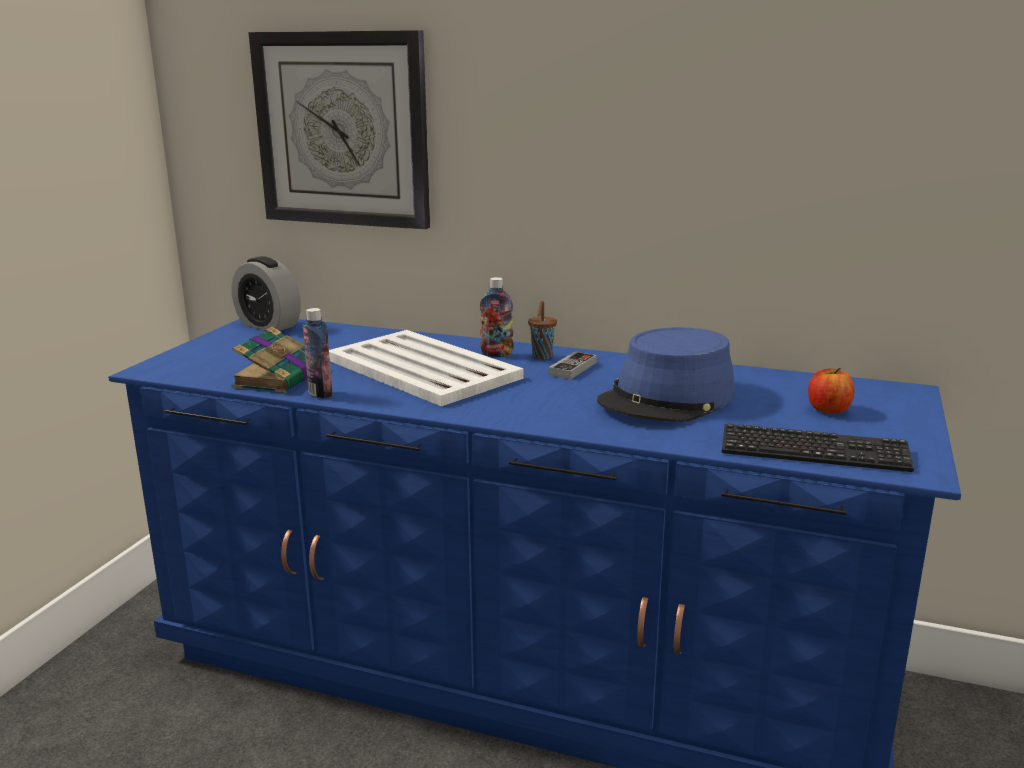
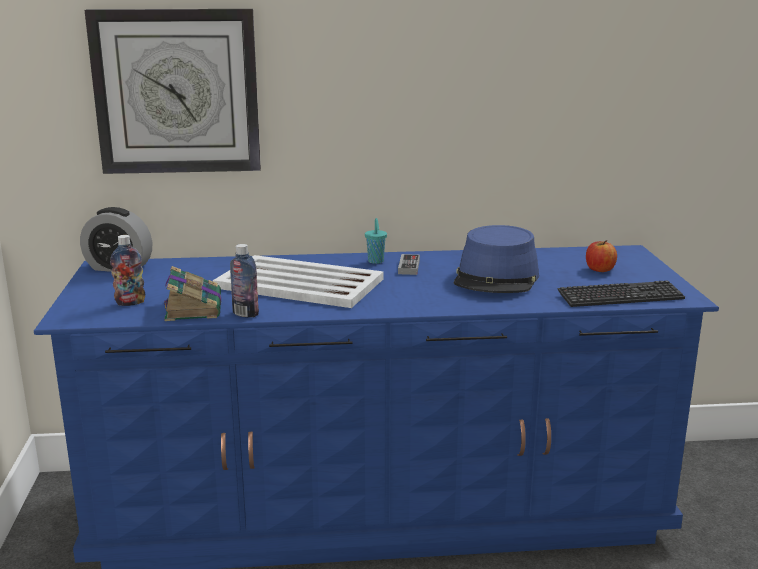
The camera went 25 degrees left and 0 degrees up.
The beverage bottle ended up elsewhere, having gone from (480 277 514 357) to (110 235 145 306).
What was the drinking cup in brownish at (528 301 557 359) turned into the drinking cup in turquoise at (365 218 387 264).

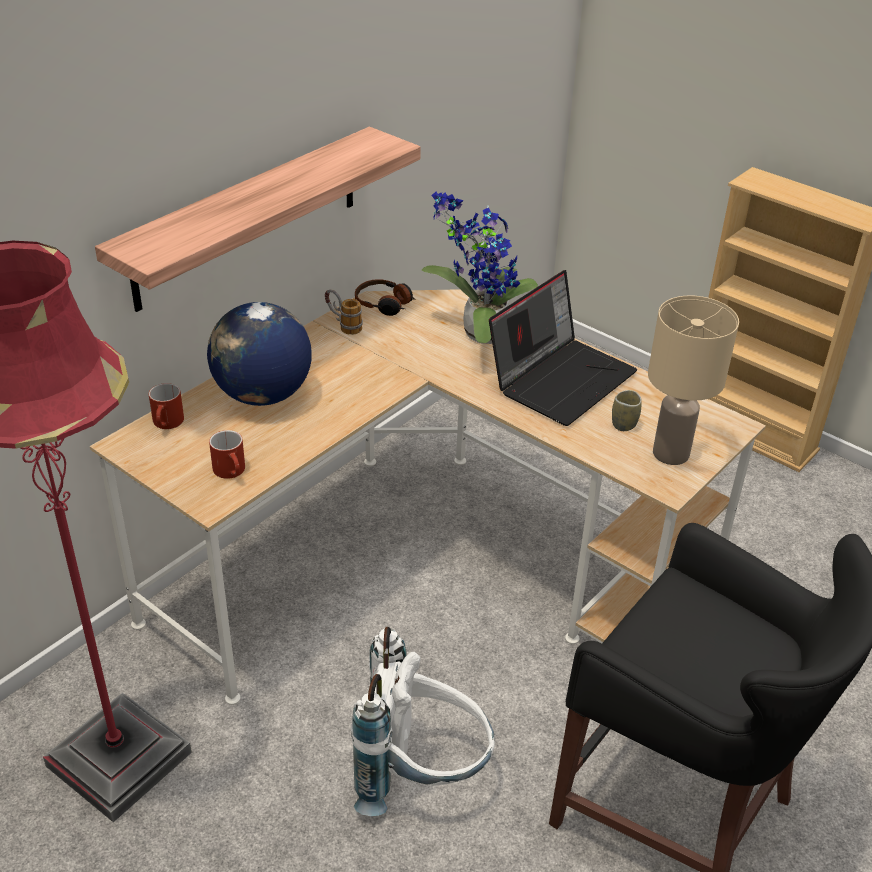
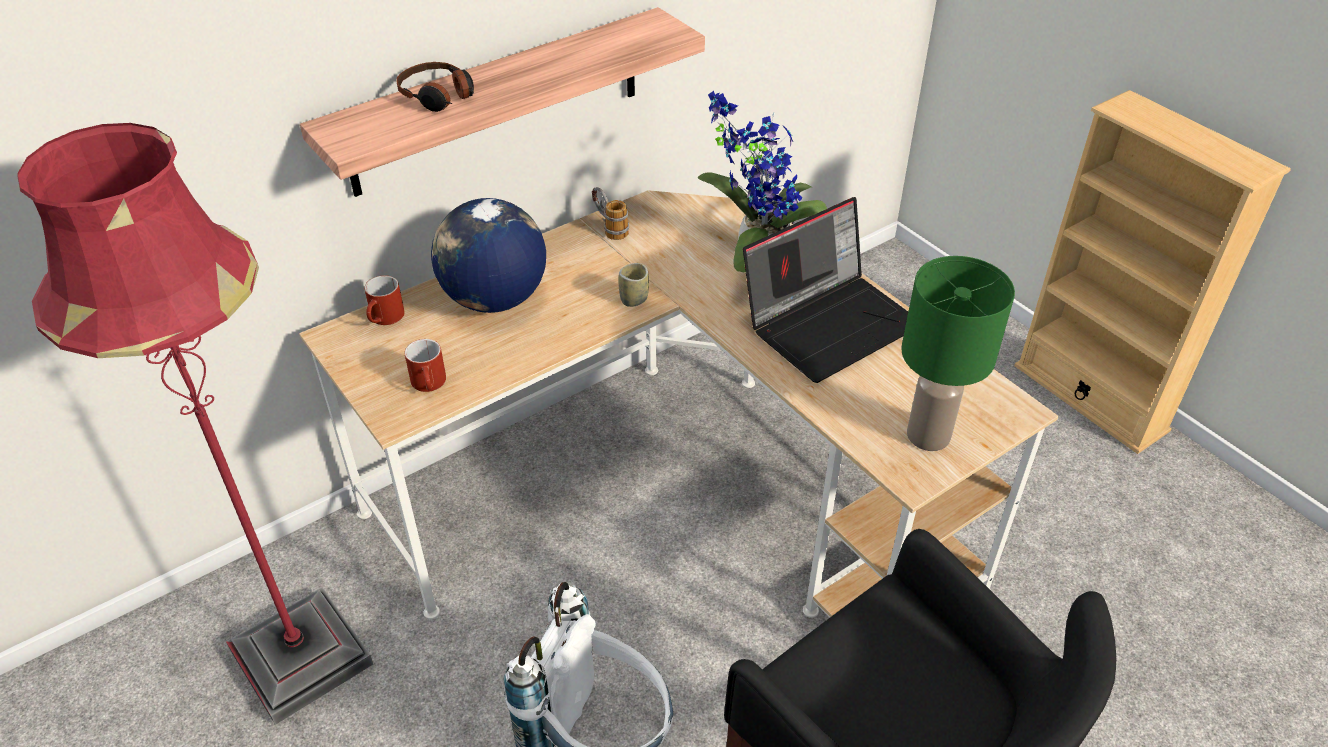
The camera went 15 degrees right and 5 degrees up.
The headphones ended up elsewhere, having gone from (355 279 416 316) to (396 62 474 112).
What was the tabletop lamp in sand-coloured at (648 295 739 465) turned into the tabletop lamp in greenish at (901 256 1015 451).
The drinking cup ended up elsewhere, having gone from (612 390 642 431) to (618 263 649 307).

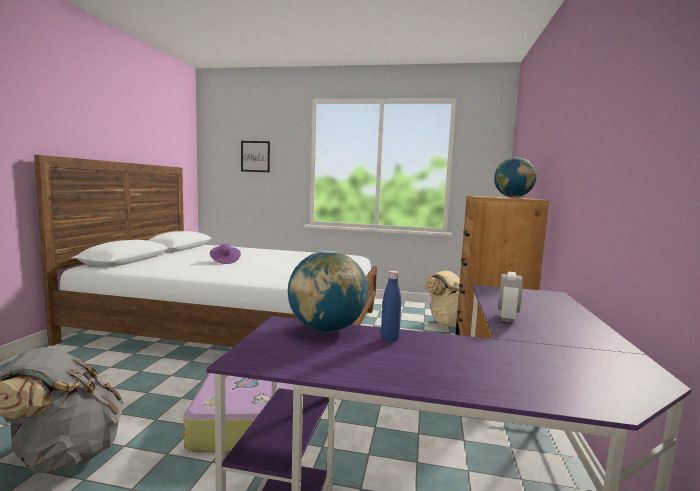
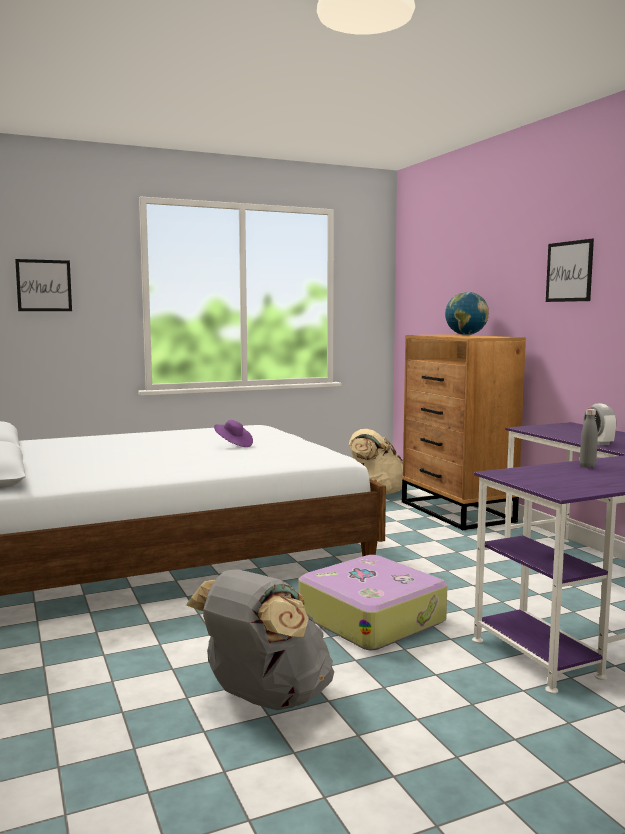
The camera went 35 degrees left and 0 degrees up.
The wearable hat in purple-coloured ended up elsewhere, having gone from (210 244 241 264) to (214 420 253 447).
The second view lost the globe at (288 251 368 333).
What was the beverage bottle in bluish at (381 271 401 342) turned into the beverage bottle in grey at (580 409 598 468).
The second view gained the picture at (546 239 594 302).

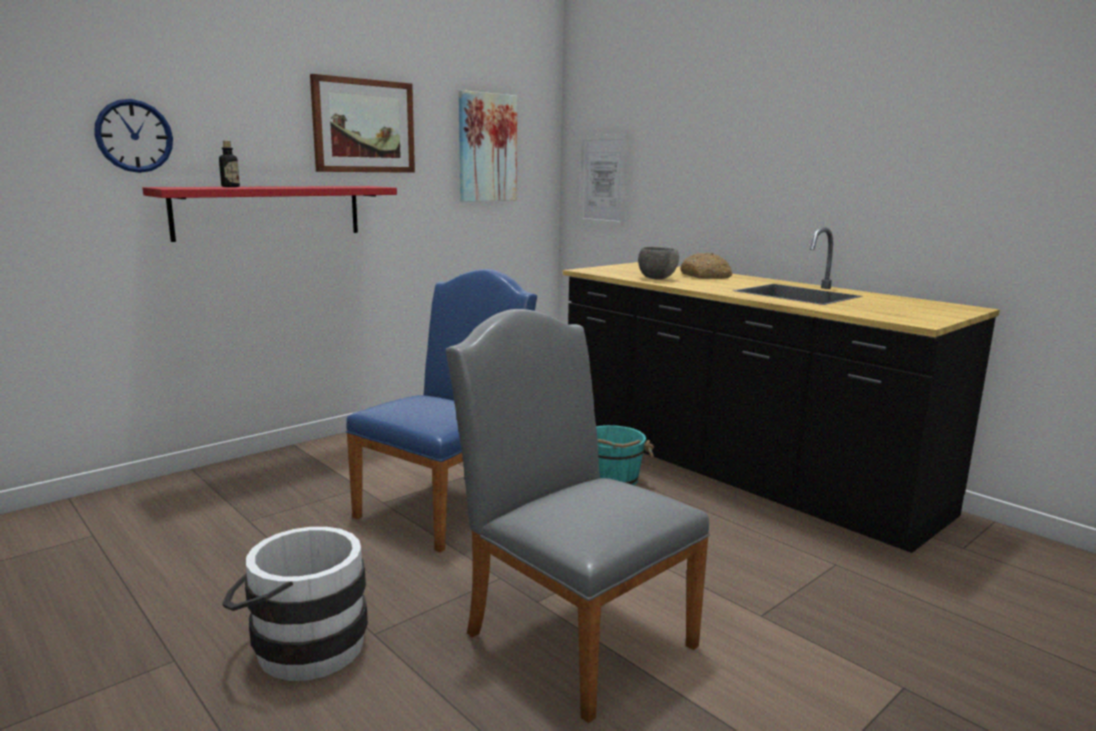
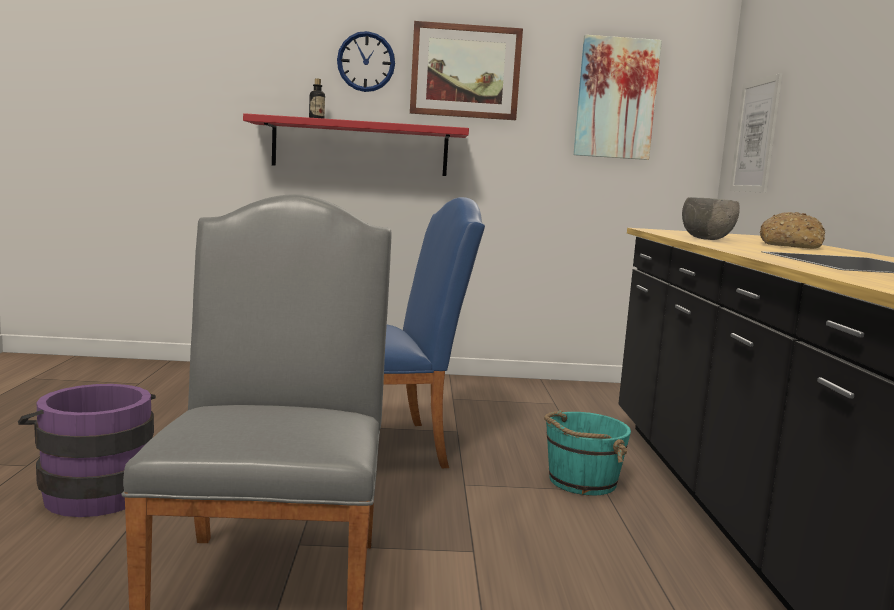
The camera went 40 degrees right and 5 degrees down.
The wall clock ended up elsewhere, having gone from (94 99 173 173) to (337 31 395 92).
What was the water bucket in white-coloured at (222 527 368 681) turned into the water bucket in purple-coloured at (18 384 156 517).

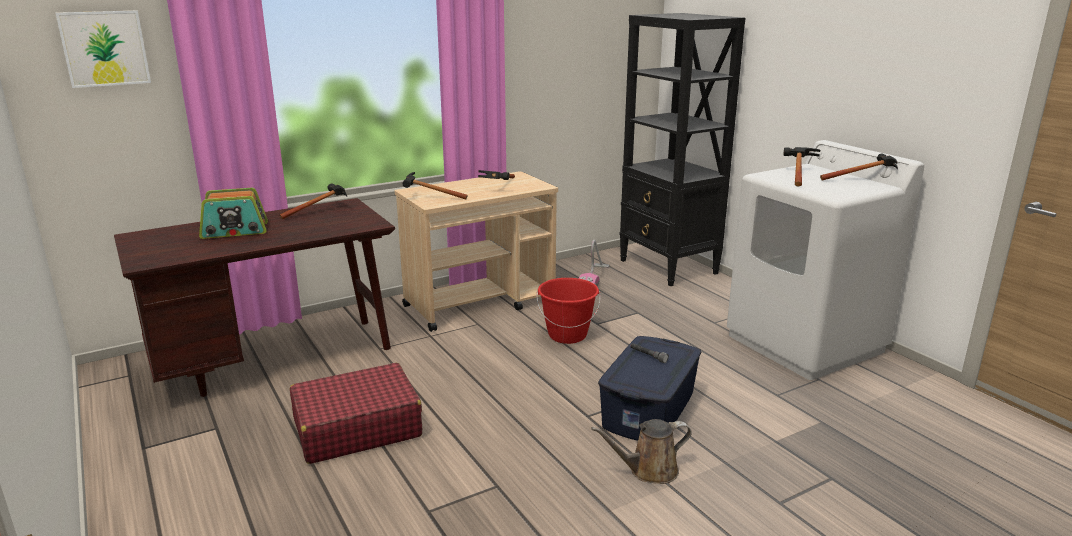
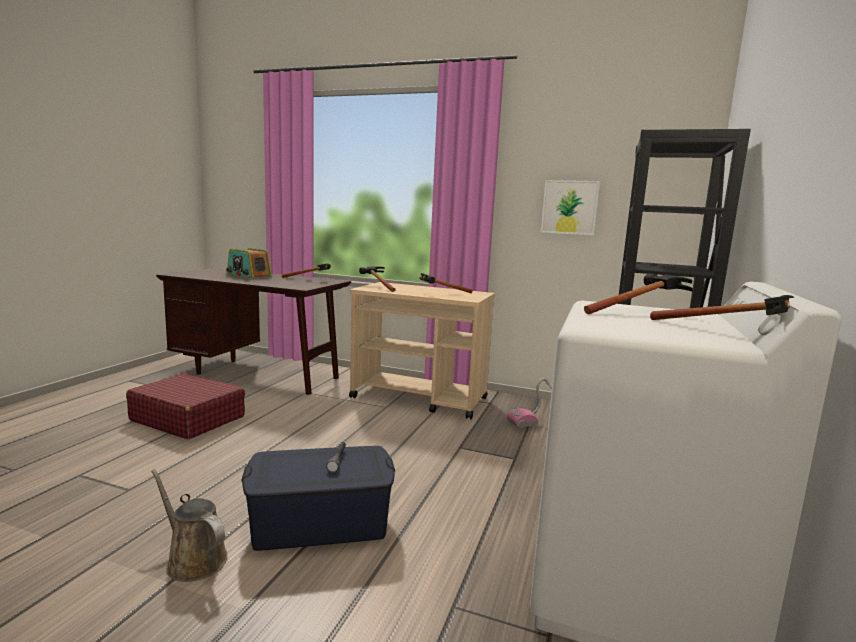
The camera went 50 degrees right and 10 degrees down.
The picture ended up elsewhere, having gone from (56 11 151 88) to (541 180 600 235).
The second view lost the water bucket in red-coloured at (536 278 600 344).

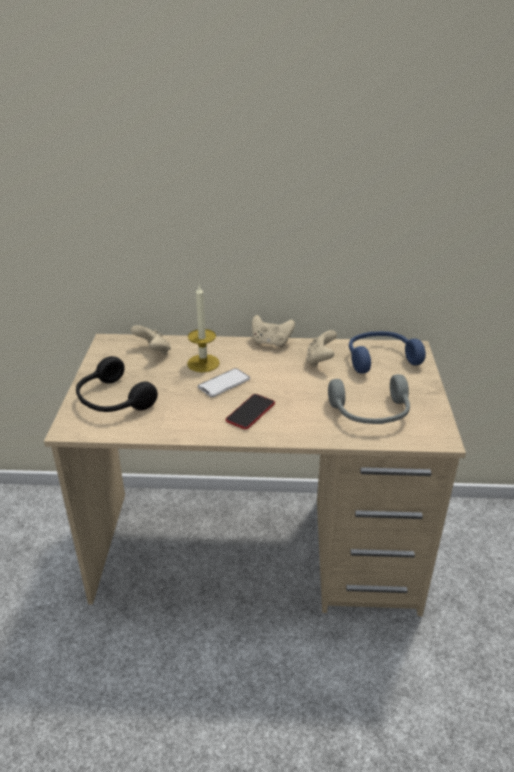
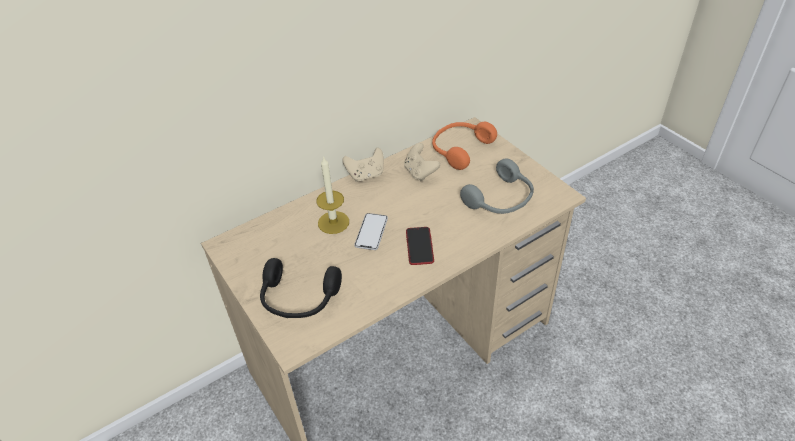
The camera went 35 degrees left and 10 degrees up.
The second view lost the gamepad in sand-coloured at (131 325 171 355).
What was the headphones in bluish at (349 331 426 374) turned into the headphones in orange-coloured at (432 122 497 170).

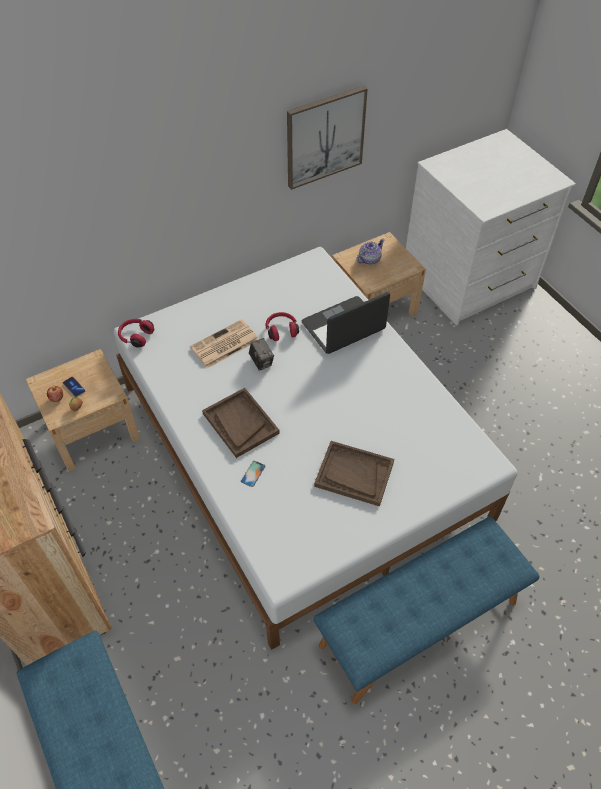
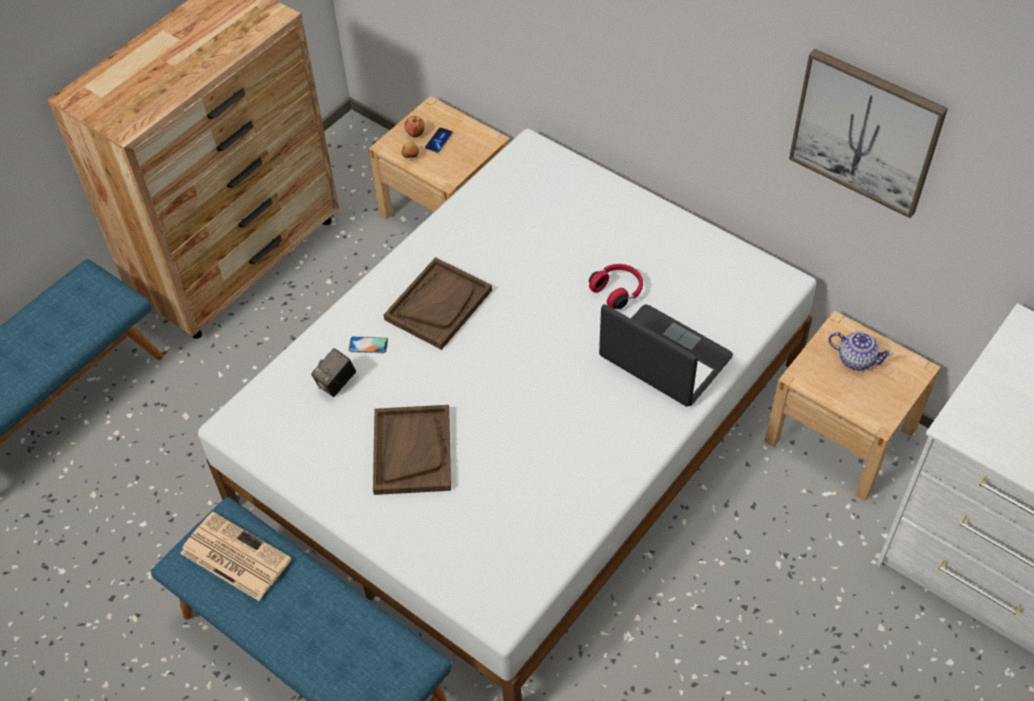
The camera went 70 degrees right and 0 degrees up.
The second view lost the headphones in red-coloured at (118 319 154 348).
The newspaper ended up elsewhere, having gone from (190 319 259 368) to (180 512 292 601).
The photo camera ended up elsewhere, having gone from (249 338 274 371) to (311 348 356 397).

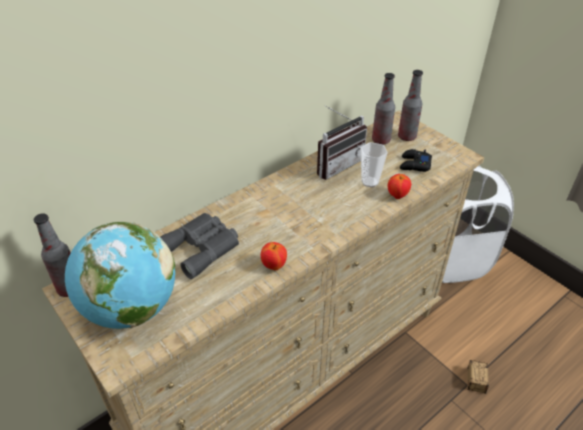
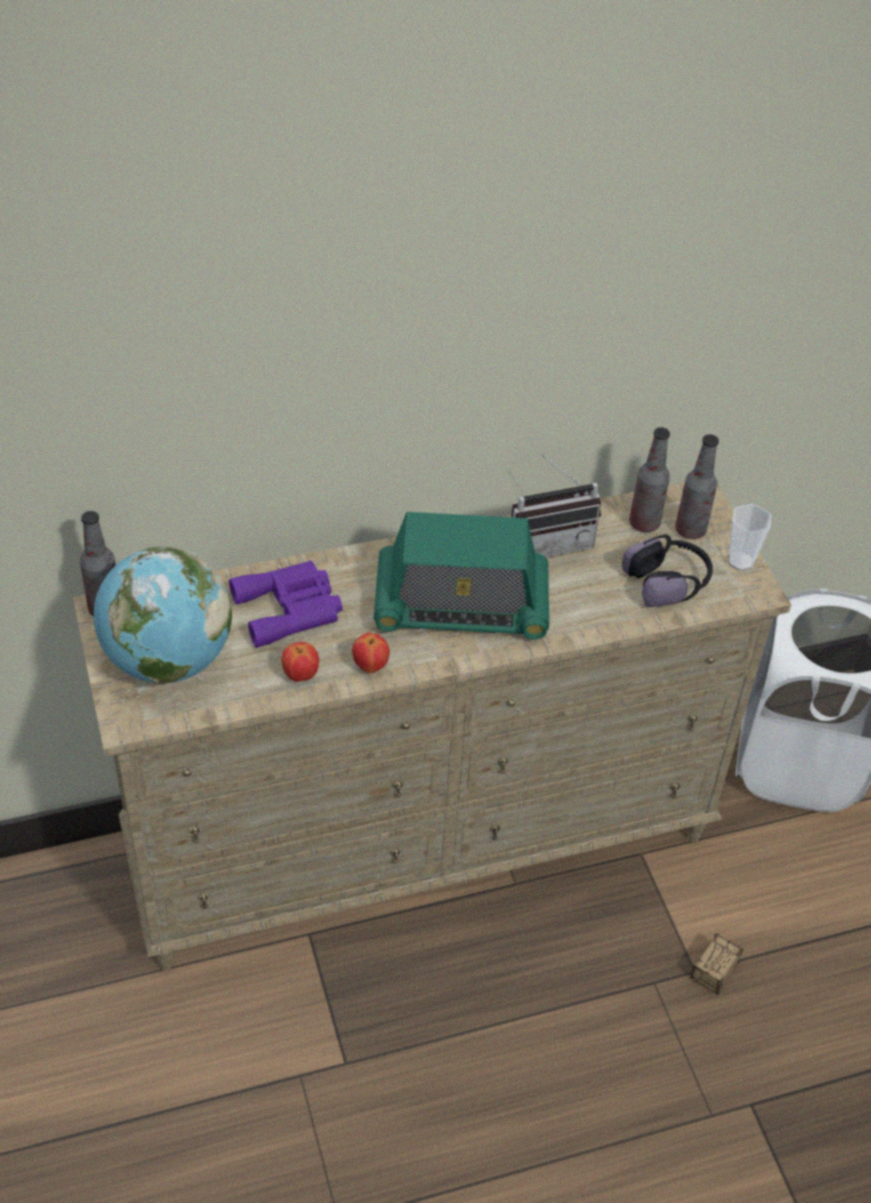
The camera went 20 degrees right and 5 degrees up.
The drinking cup ended up elsewhere, having gone from (360 142 388 188) to (728 504 772 571).
Where the gamepad in black-coloured stood at (400 149 432 172), the headphones came to stand at (622 534 713 607).
The apple fruit ended up elsewhere, having gone from (388 174 411 199) to (282 642 319 682).
What was the binoculars in grey at (161 213 239 279) turned into the binoculars in purple-coloured at (229 561 343 648).
The second view gained the radio receiver at (374 512 549 639).

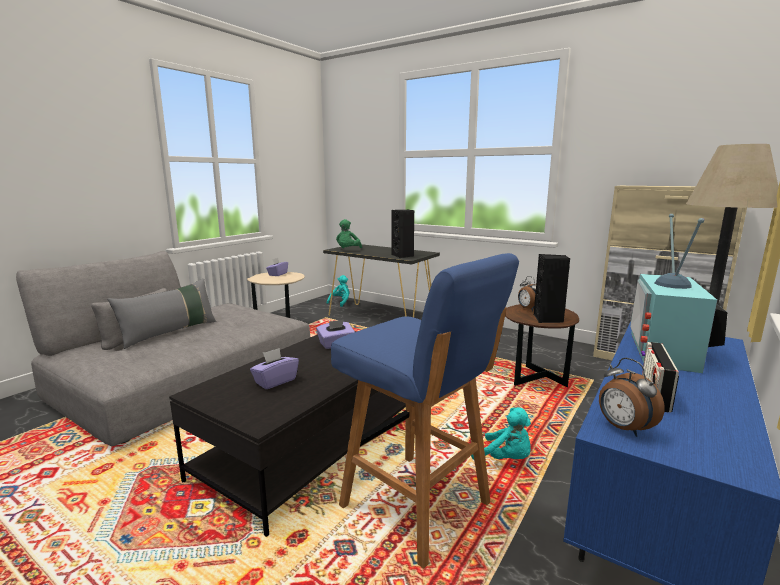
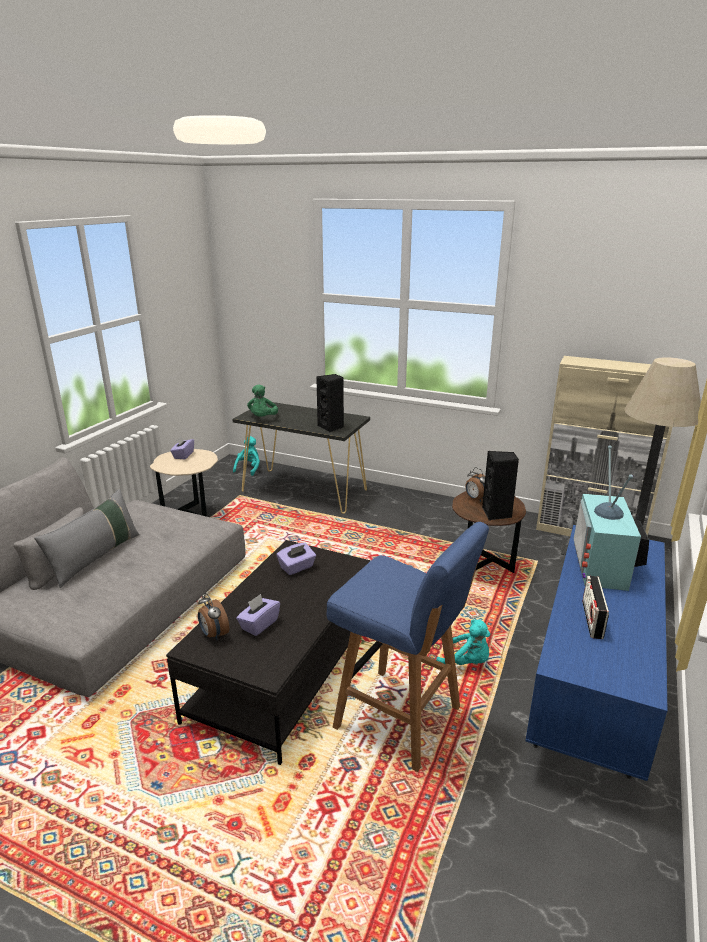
The camera went 10 degrees left and 10 degrees up.
The table clock ended up elsewhere, having gone from (599 358 665 437) to (198 593 229 640).

